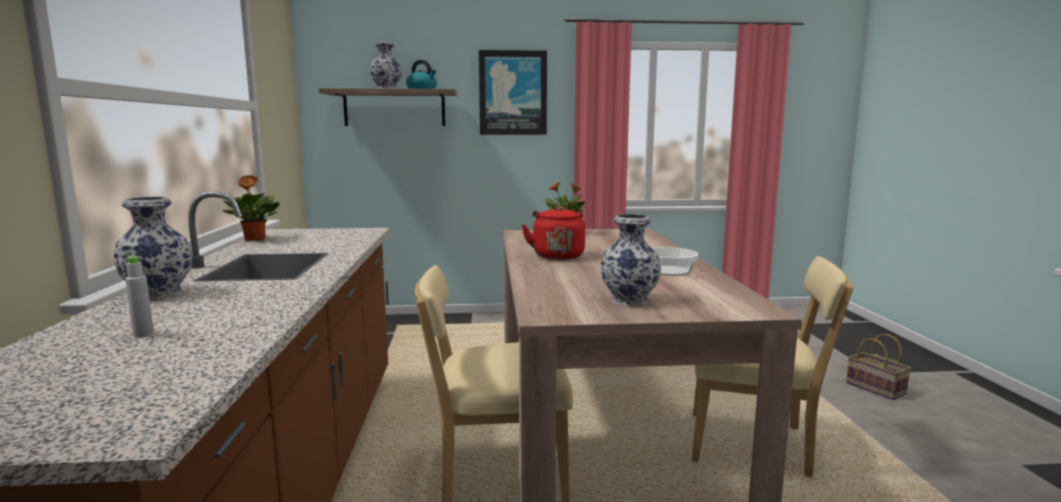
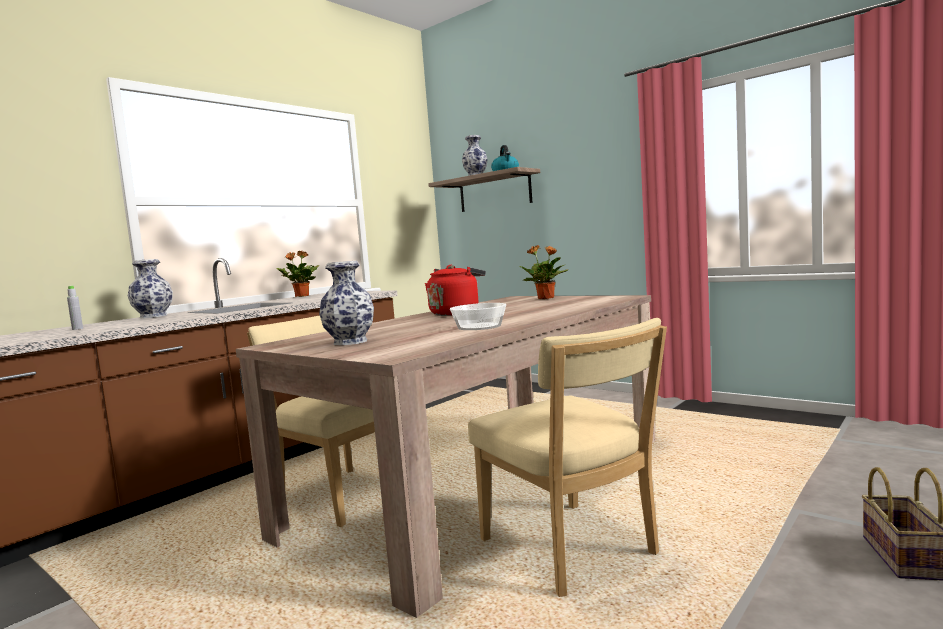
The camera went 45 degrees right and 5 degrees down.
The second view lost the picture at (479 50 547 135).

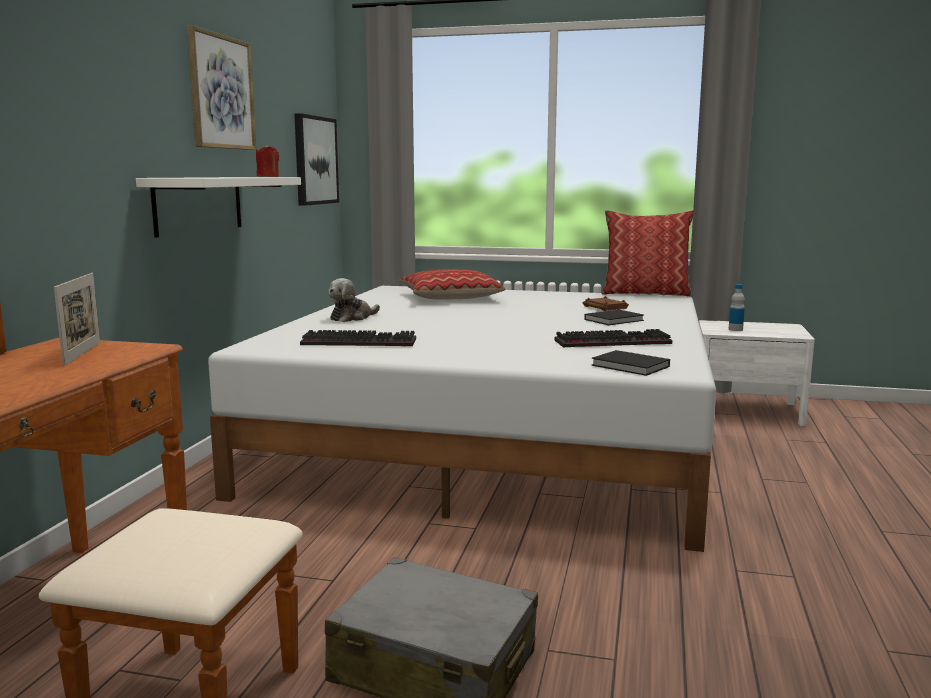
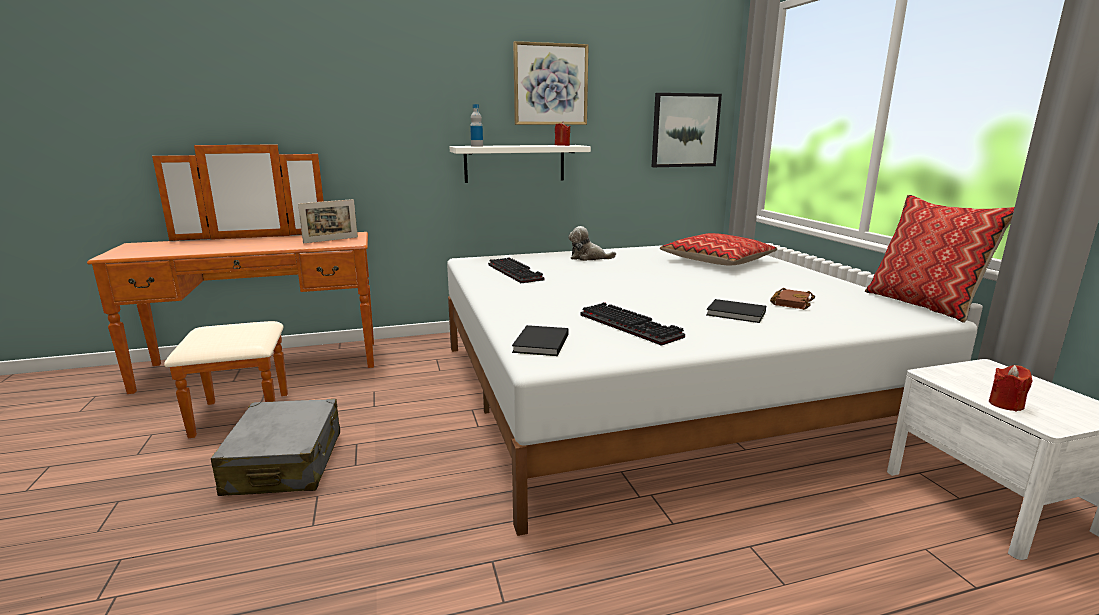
The camera went 60 degrees right and 5 degrees up.
The beverage bottle ended up elsewhere, having gone from (729 284 745 331) to (470 104 483 147).
The second view gained the wax candle in red-coloured at (989 365 1032 411).

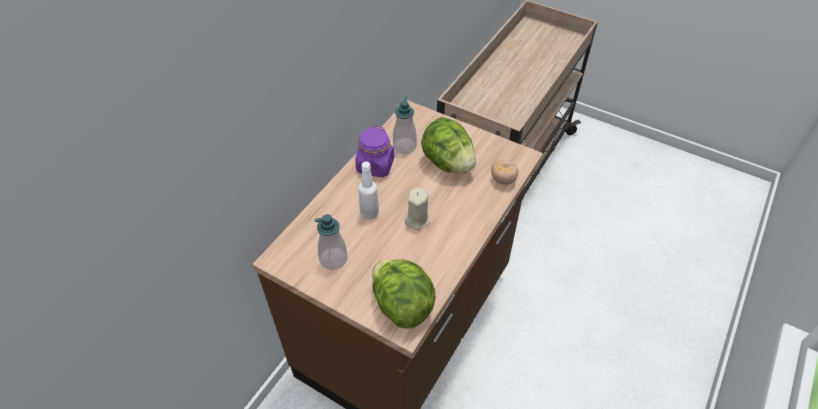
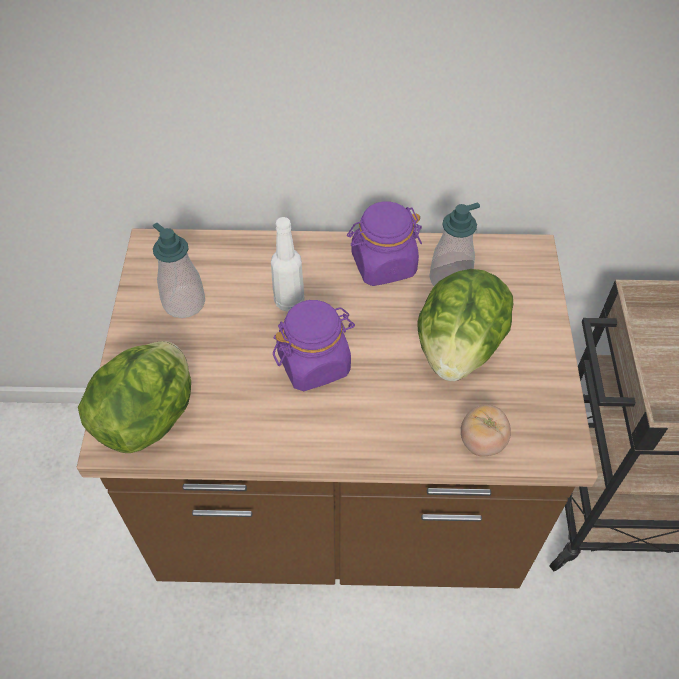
The camera went 60 degrees right and 5 degrees up.
Where the wax candle in sand-coloured stood at (405 188 430 230), the storage jar in purple-coloured came to stand at (273 300 355 391).

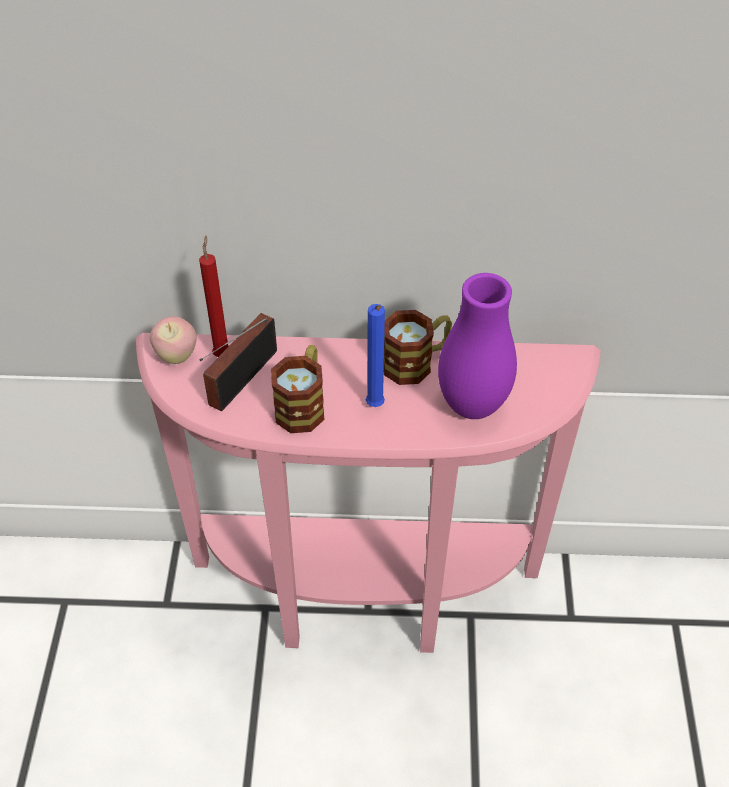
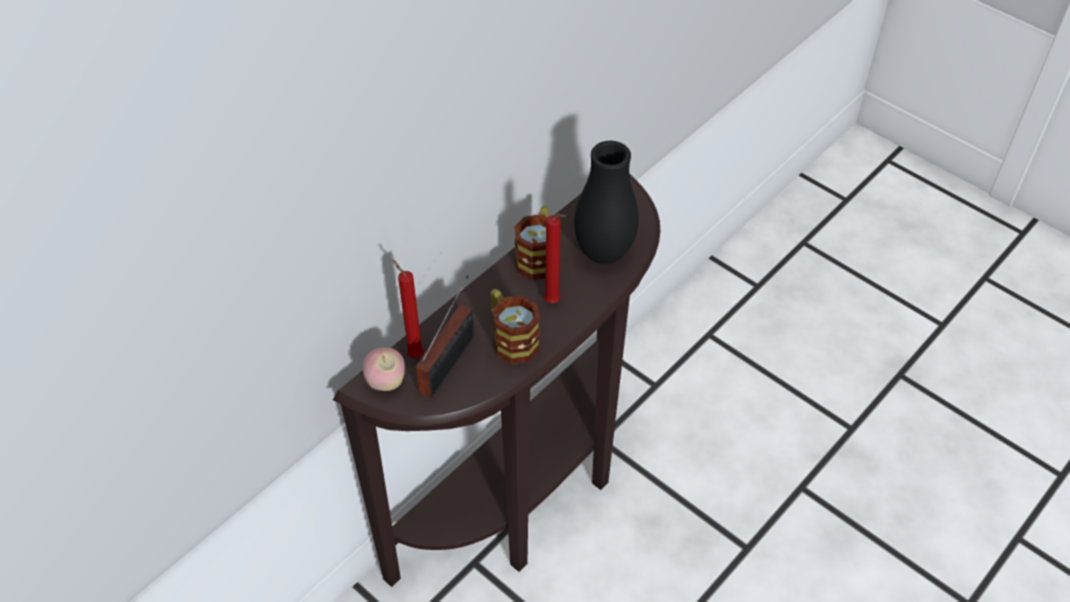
The camera went 50 degrees left and 0 degrees up.
What was the decorative vase in purple-coloured at (438 273 517 419) turned into the decorative vase in black-coloured at (574 141 639 264).
What was the wax candle in bluish at (366 304 385 407) turned into the wax candle in red-coloured at (544 214 566 303).
The radio receiver at (199 313 277 411) ended up facing another way, 135 degrees counterclockwise from before.
What was the console table in pink at (136 333 601 653) turned into the console table in brownish at (333 173 660 587).

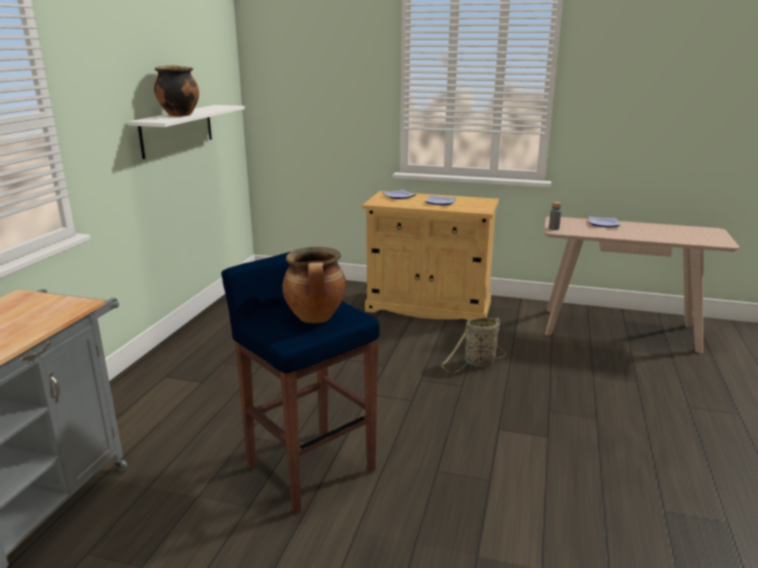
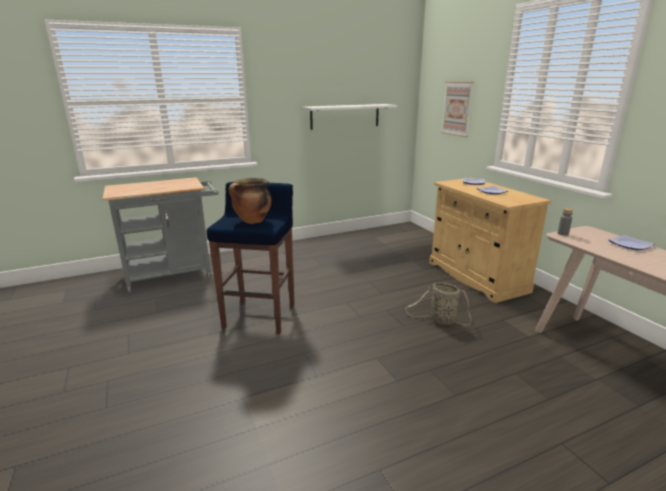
The camera went 50 degrees right and 0 degrees up.
The second view lost the cooking pot at (154 65 199 117).
The second view gained the picture at (441 82 474 137).

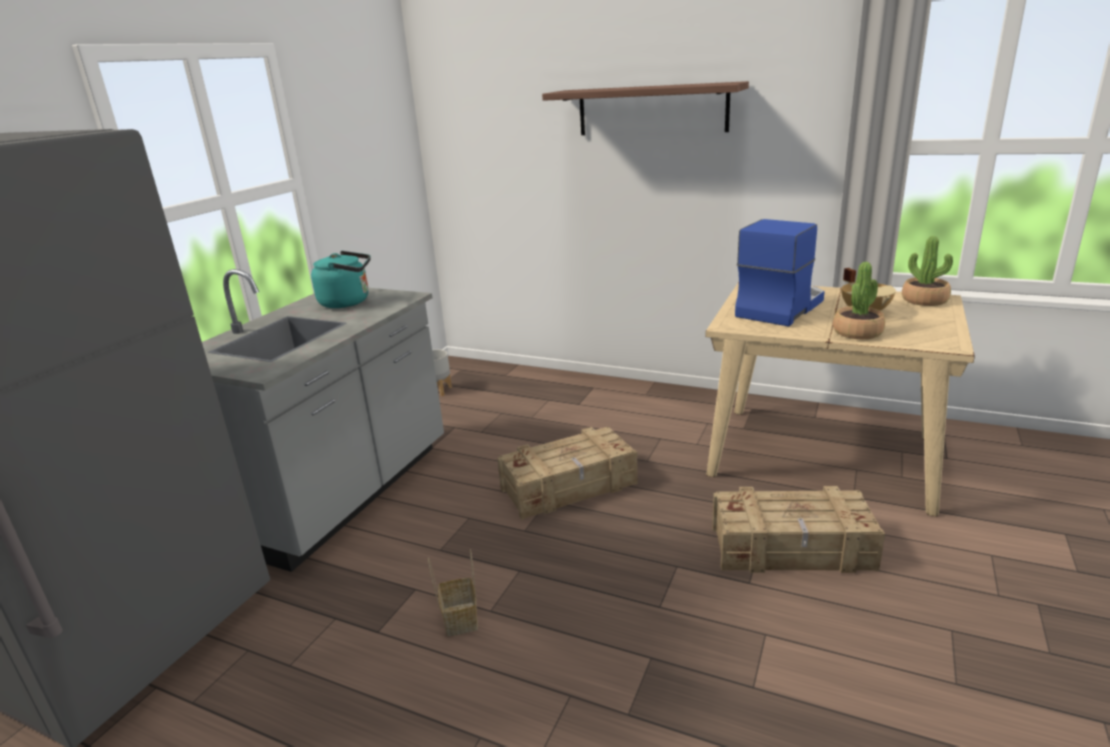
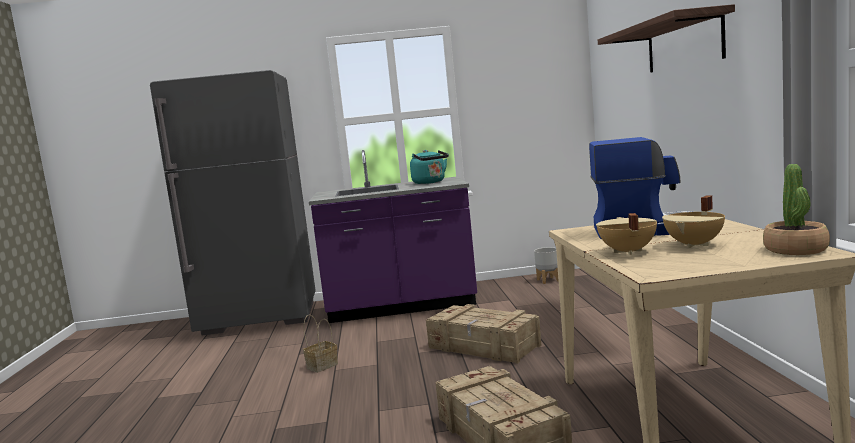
The camera went 60 degrees right and 15 degrees down.
Where the plant in a pot stood at (833 262 885 339), the cooking pot in sand-coloured came to stand at (596 213 657 255).
What was the kitchen base unit in grey at (202 269 444 572) turned into the kitchen base unit in purple-coloured at (309 150 477 323).

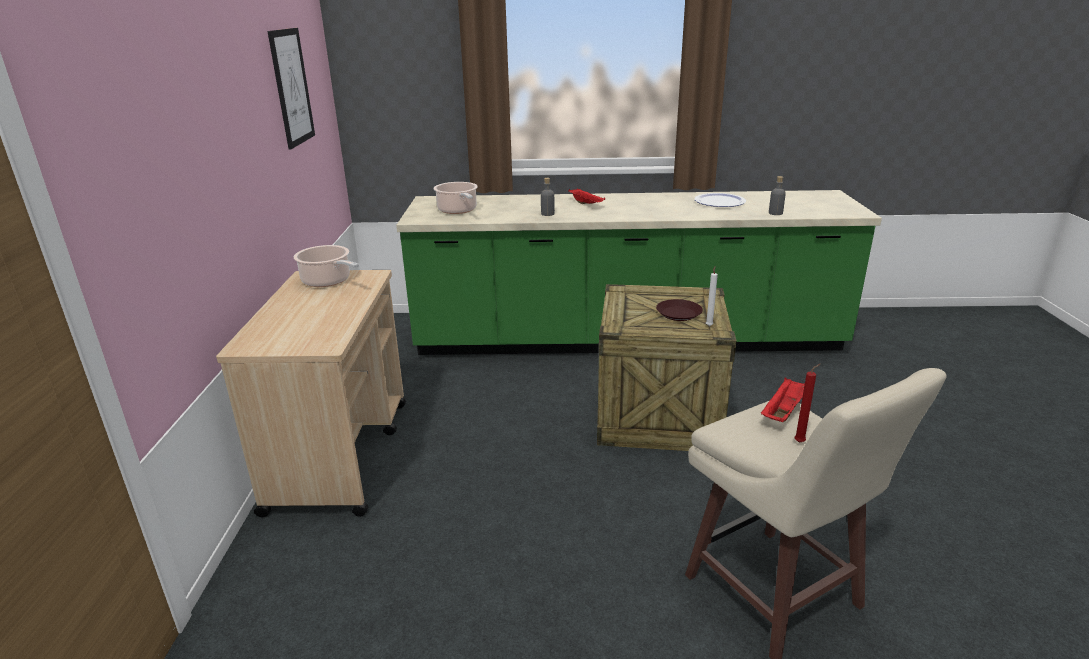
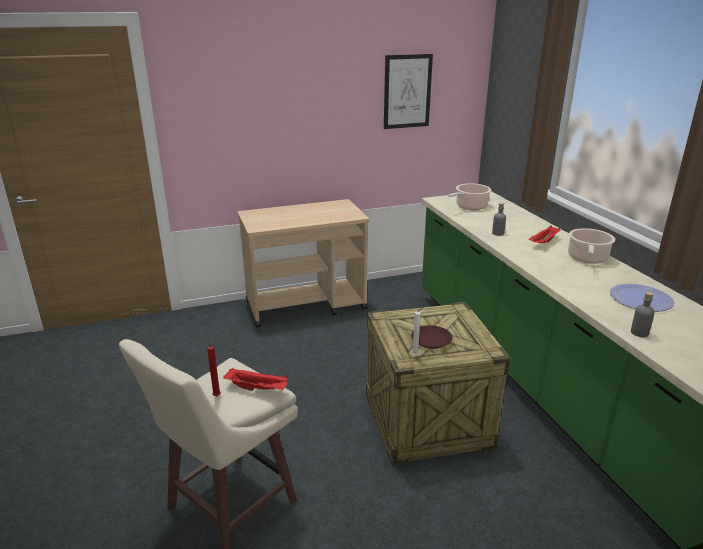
The camera went 70 degrees right and 0 degrees up.
The cooking pot ended up elsewhere, having gone from (294 245 359 287) to (568 228 615 264).

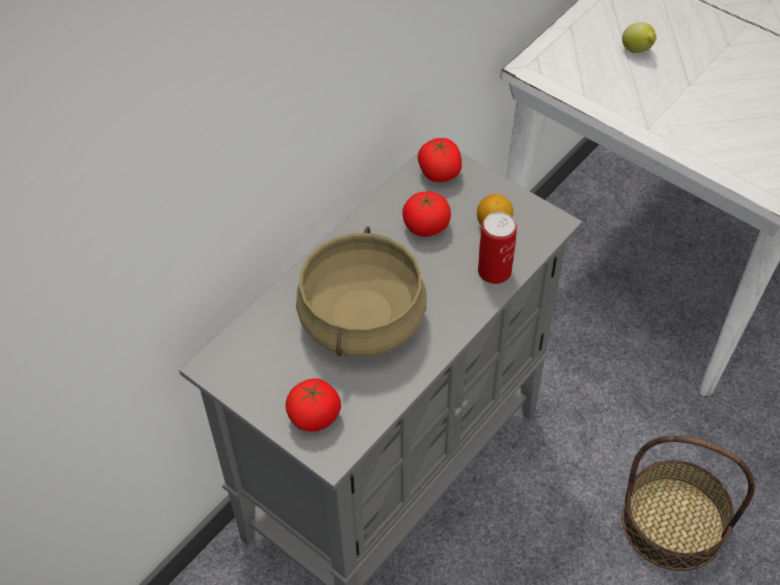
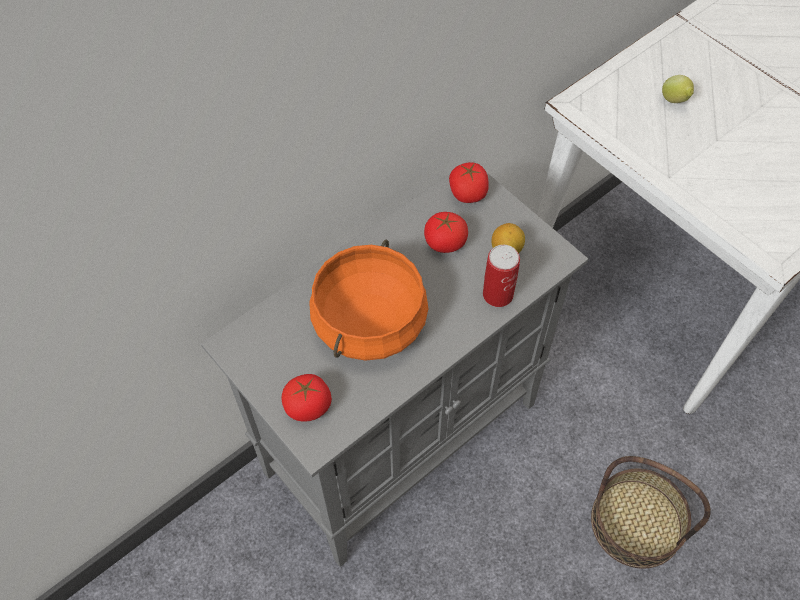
The camera went 10 degrees right and 5 degrees up.
What was the cooking pot in sand-coloured at (296 227 426 357) turned into the cooking pot in orange-coloured at (309 240 429 361).

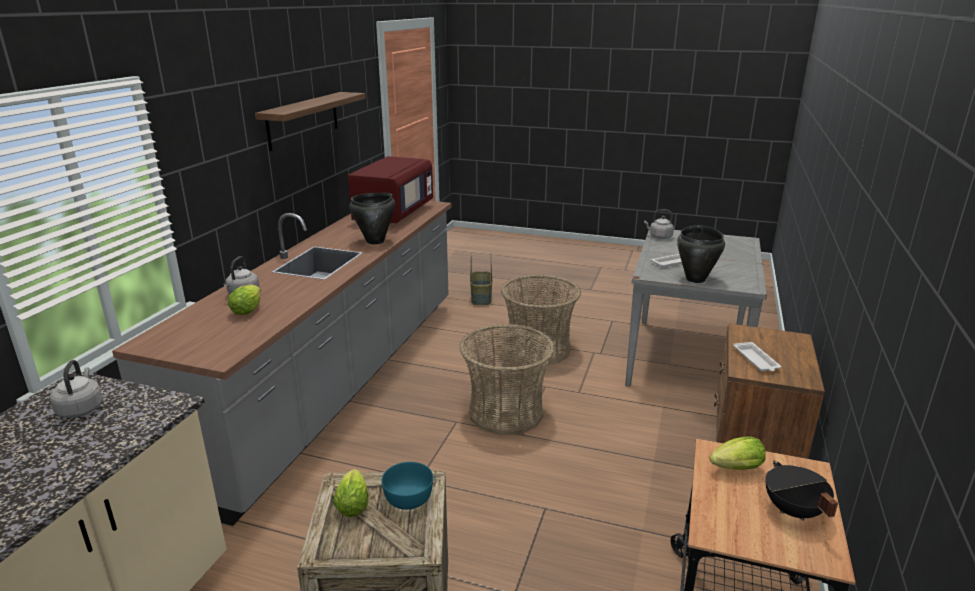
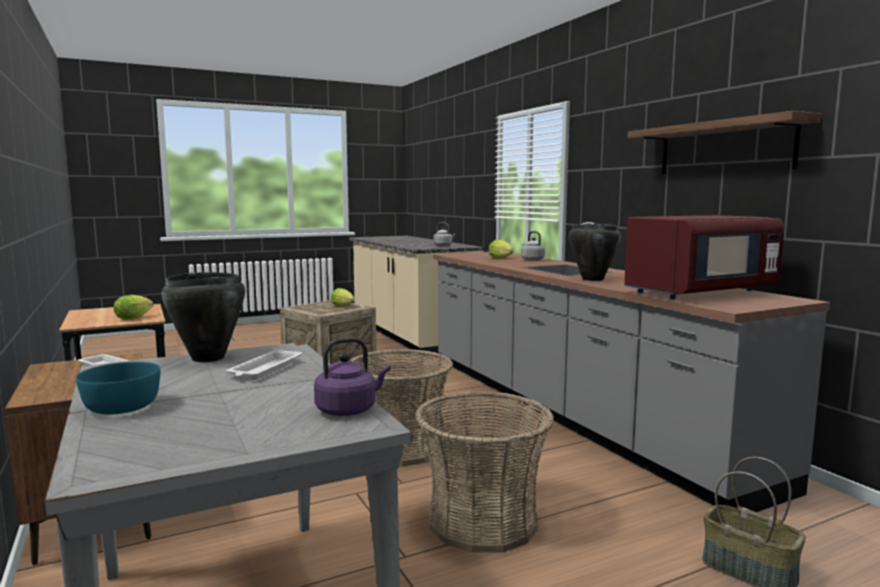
The camera went 135 degrees right and 15 degrees down.
The microwave in red-coloured at (348 156 433 224) ended up facing another way, 90 degrees counterclockwise from before.
What was the water kettle in grey at (644 209 674 239) turned into the water kettle in purple-coloured at (314 337 391 416).
The second view lost the cooking pot in black-coloured at (765 461 838 521).
The serving bowl in turquoise ended up elsewhere, having gone from (381 462 433 510) to (76 362 161 415).

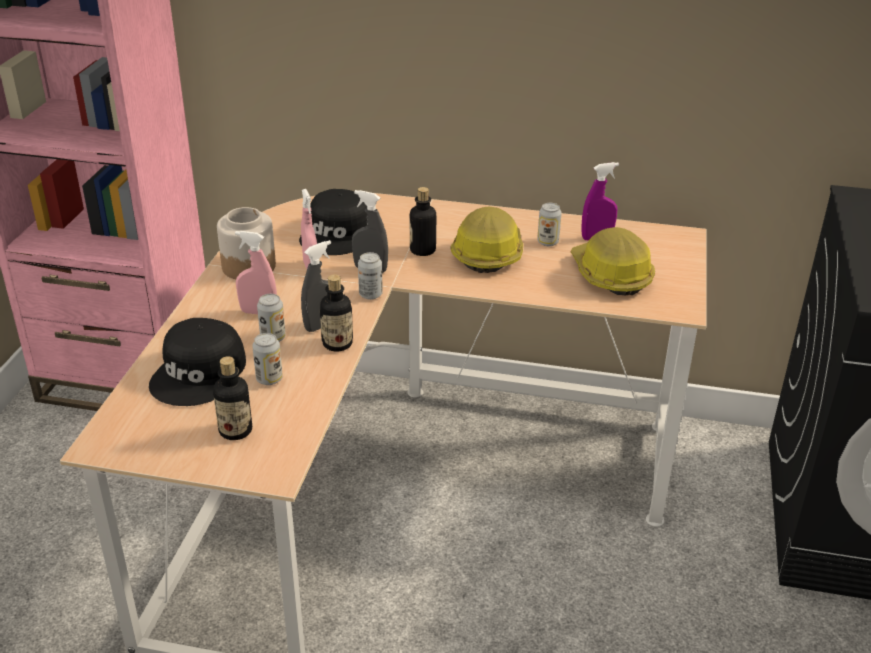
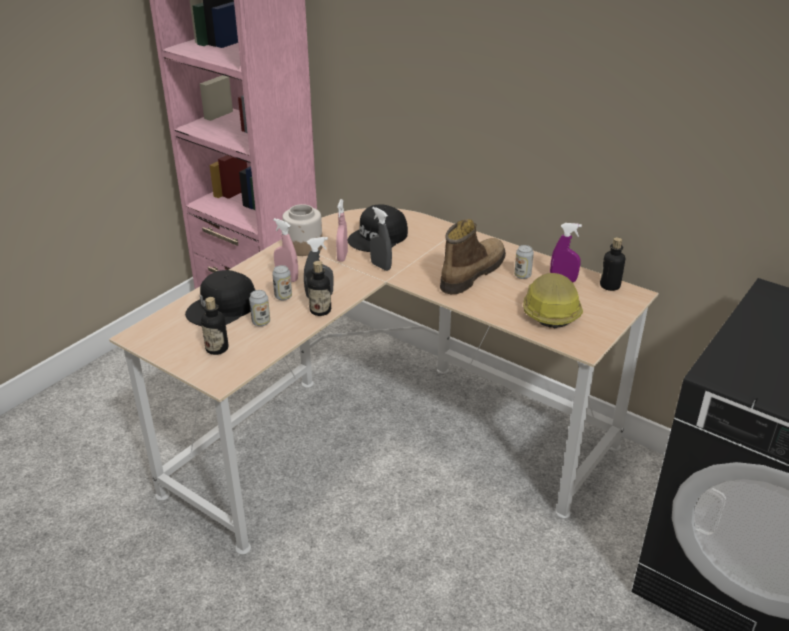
The camera went 25 degrees right and 0 degrees up.
The beverage bottle ended up elsewhere, having gone from (410 187 436 256) to (600 237 625 291).
Where the hard hat stood at (451 207 523 273), the tall boot came to stand at (440 219 506 294).
The second view lost the can at (358 252 383 300).

